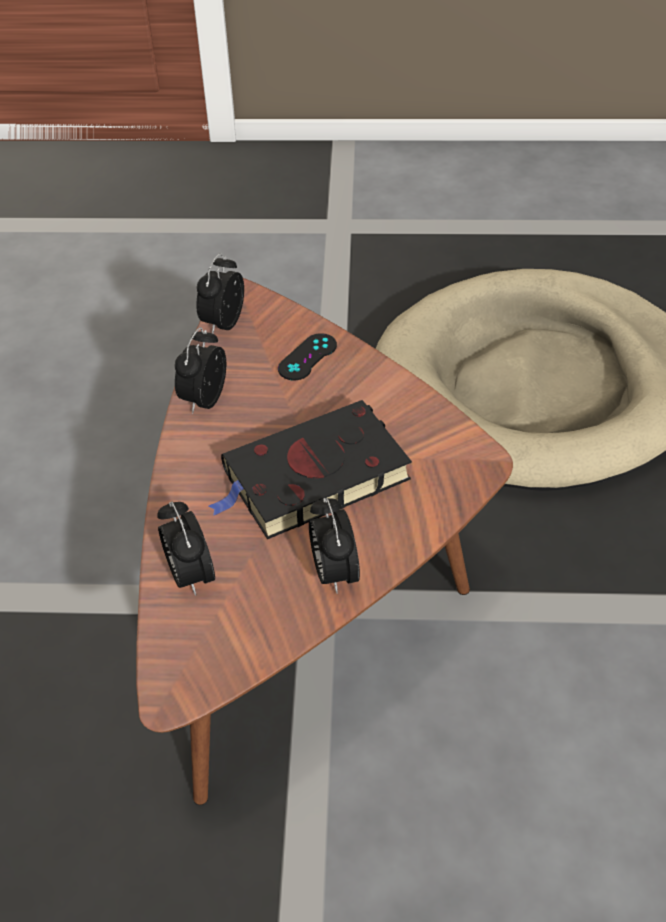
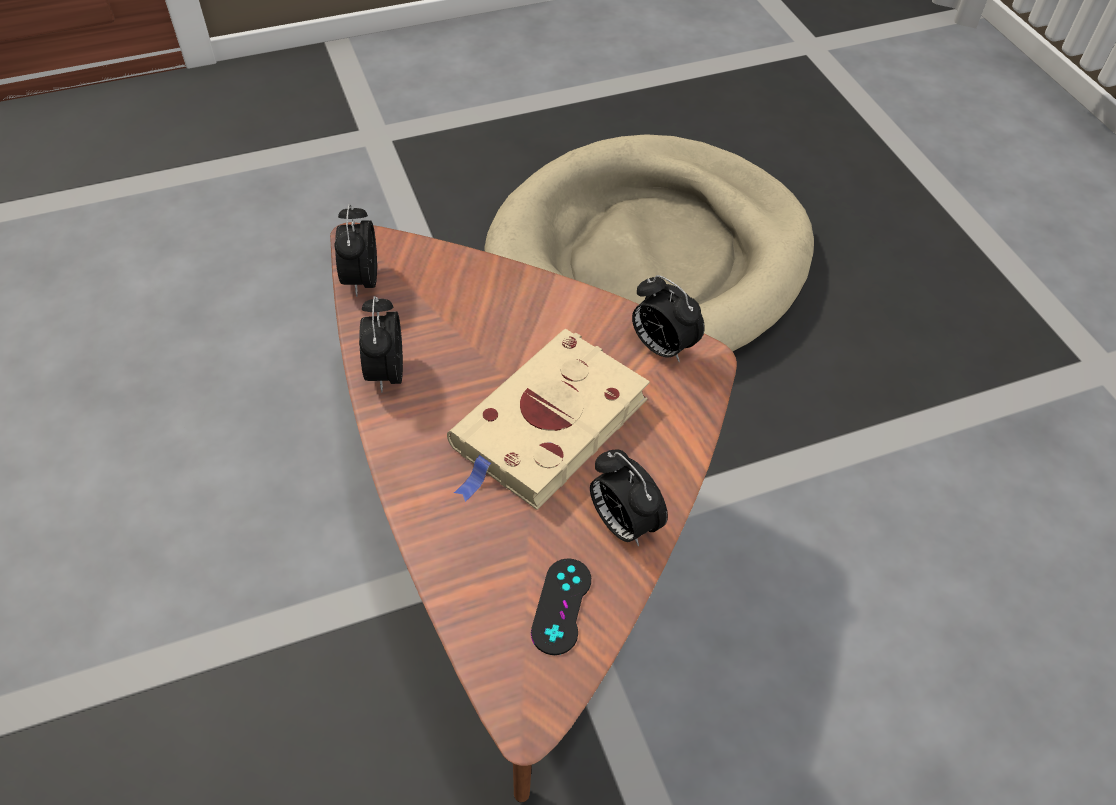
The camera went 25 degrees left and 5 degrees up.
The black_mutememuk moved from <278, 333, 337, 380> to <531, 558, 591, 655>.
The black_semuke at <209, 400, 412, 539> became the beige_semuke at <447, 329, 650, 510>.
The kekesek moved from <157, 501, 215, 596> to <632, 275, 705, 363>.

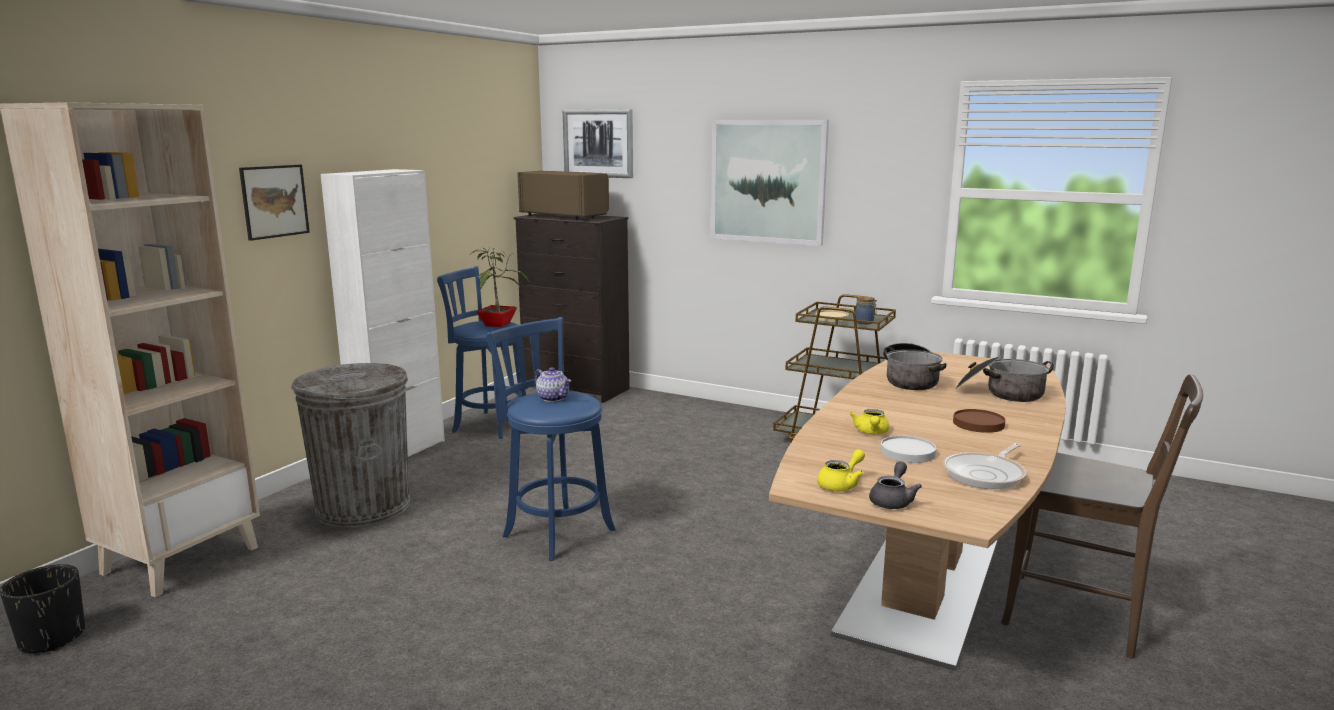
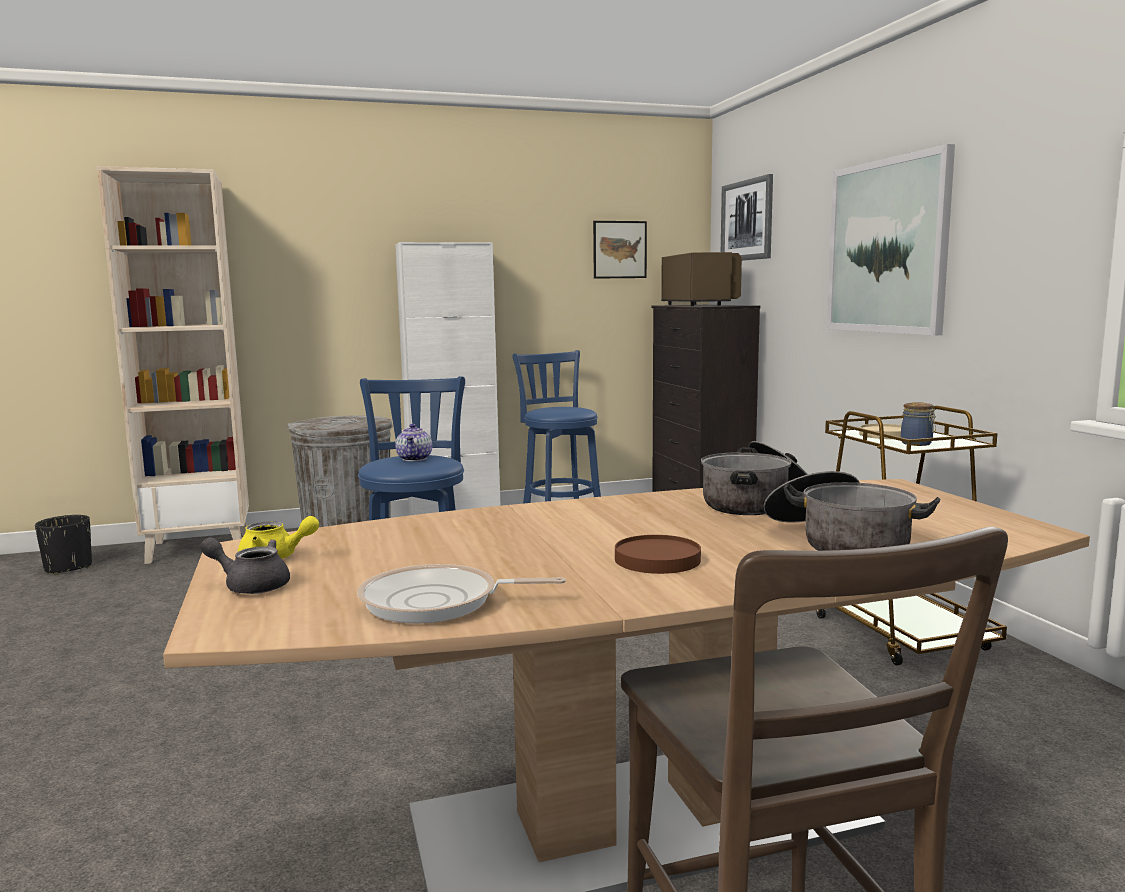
The camera went 45 degrees right and 5 degrees down.
The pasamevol moved from <239, 165, 310, 241> to <593, 221, 647, 279>.
The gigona at <471, 248, 529, 327> disappeared.
The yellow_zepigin at <850, 409, 890, 434> disappeared.
The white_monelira at <880, 436, 936, 463> disappeared.
The grey_zepigin at <869, 461, 922, 509> turned 150 degrees counterclockwise.

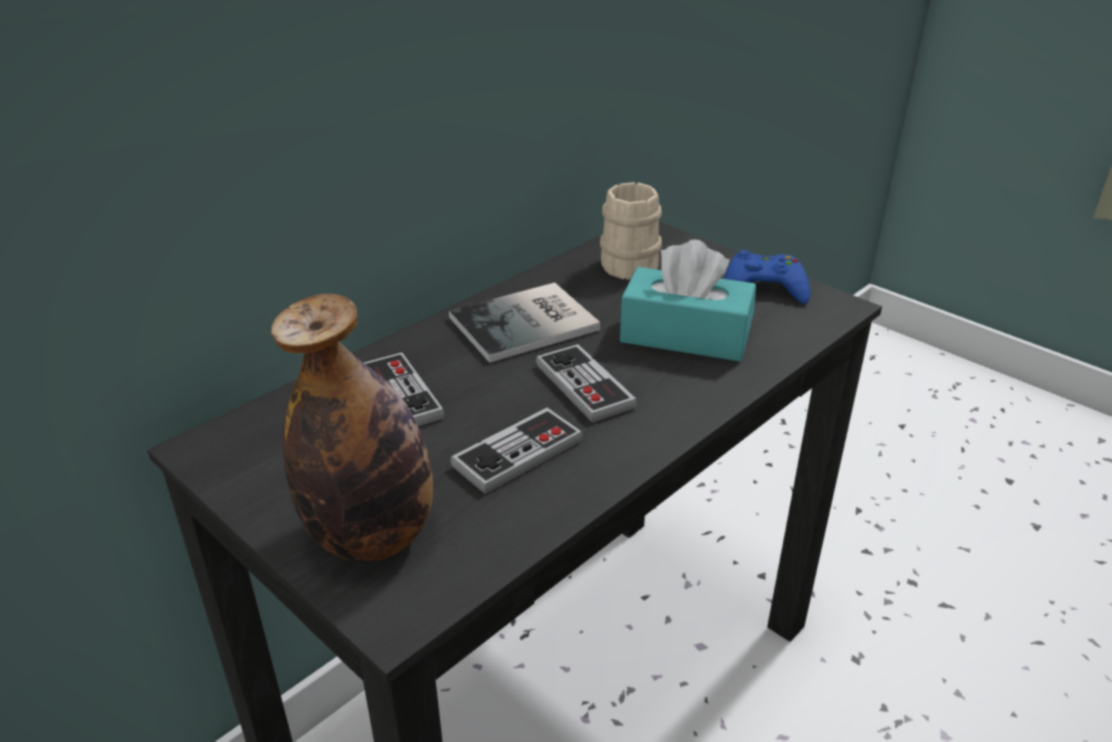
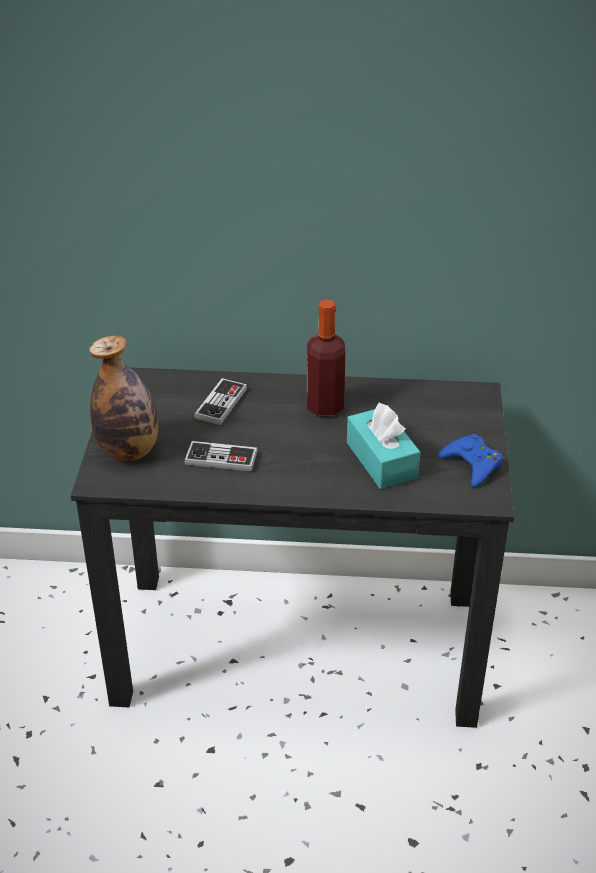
The camera went 50 degrees right and 5 degrees up.
The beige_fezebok at <600, 182, 662, 280> disappeared.
The semuke at <449, 282, 600, 363> was replaced by the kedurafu at <307, 300, 346, 416>.
The mutememuk at <536, 344, 637, 423> disappeared.

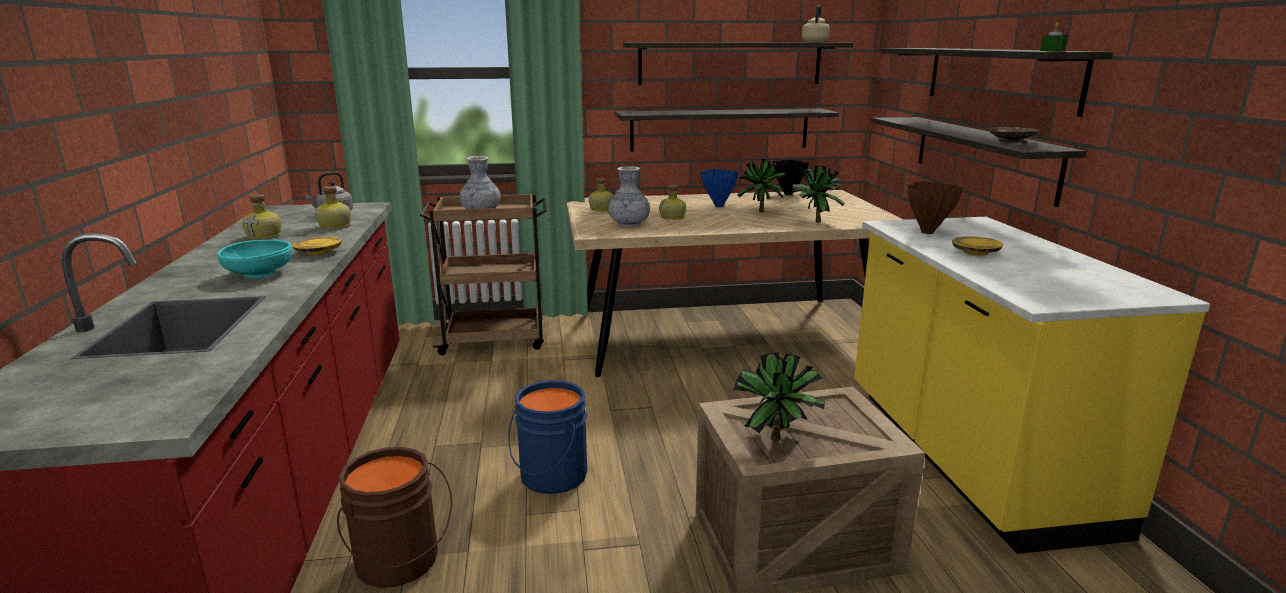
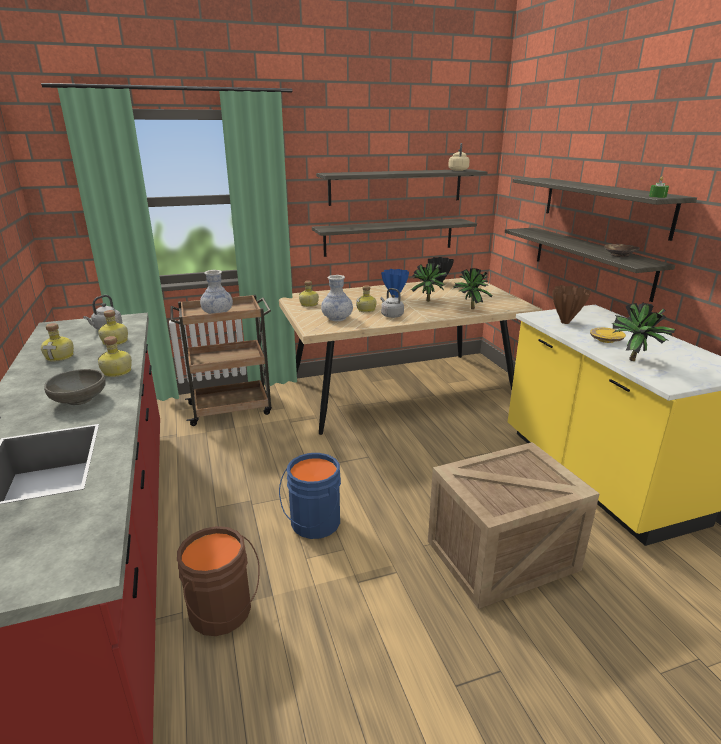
The camera went 10 degrees left and 5 degrees up.
The yellow_monelira at <292, 236, 341, 255> was replaced by the kedurafu at <98, 336, 132, 377>.
The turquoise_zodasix at <217, 240, 292, 278> became the grey_zodasix at <44, 369, 106, 405>.
The gigona moved from <733, 353, 825, 441> to <613, 302, 676, 361>.
The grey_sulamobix at <381, 288, 404, 318> appeared.

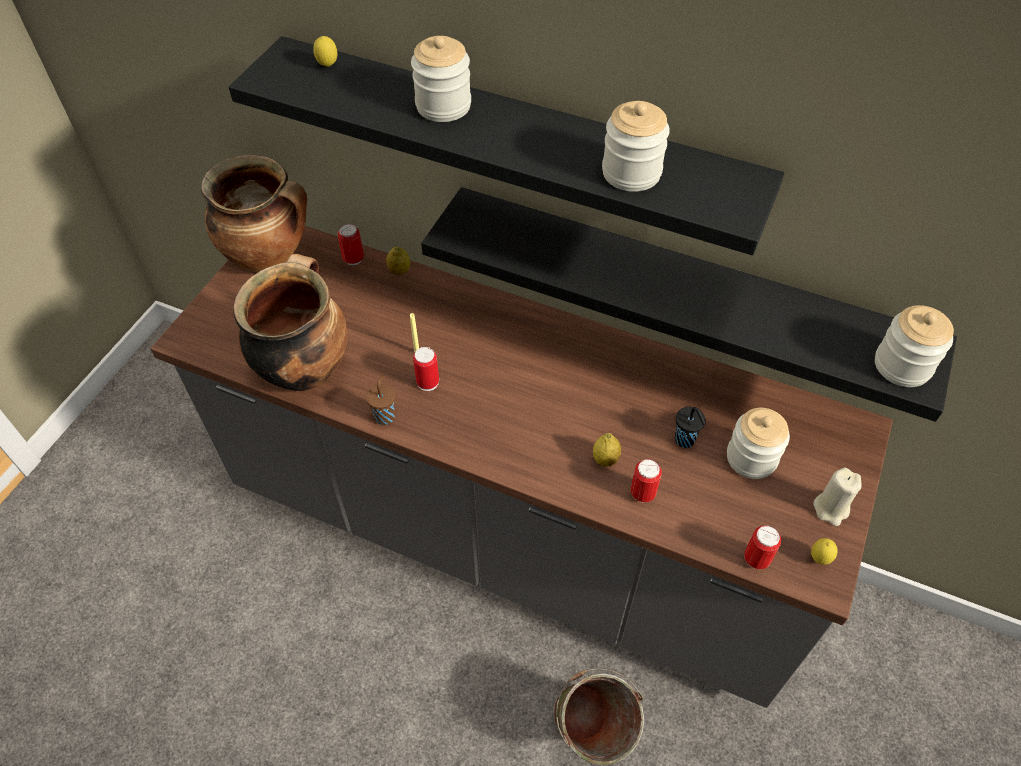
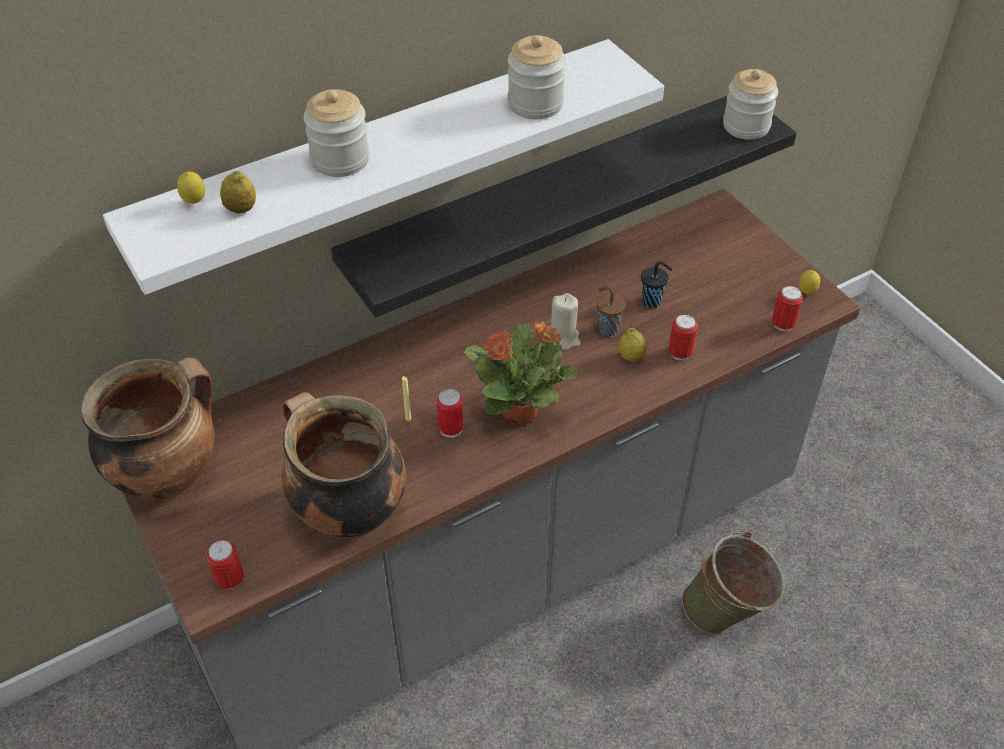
The camera went 55 degrees left and 5 degrees down.
The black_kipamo at <228, 36, 784, 255> became the white_kipamo at <103, 39, 664, 295>.
The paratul moved from <338, 224, 364, 265> to <206, 540, 244, 589>.
The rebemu moved from <386, 247, 411, 275> to <220, 171, 256, 214>.
The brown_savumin moved from <366, 376, 395, 425> to <597, 286, 625, 336>.
The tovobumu at <727, 408, 790, 479> disappeared.
The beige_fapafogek moved from <813, 467, 862, 526> to <551, 293, 580, 350>.
The gigona at <464, 321, 579, 424> appeared.

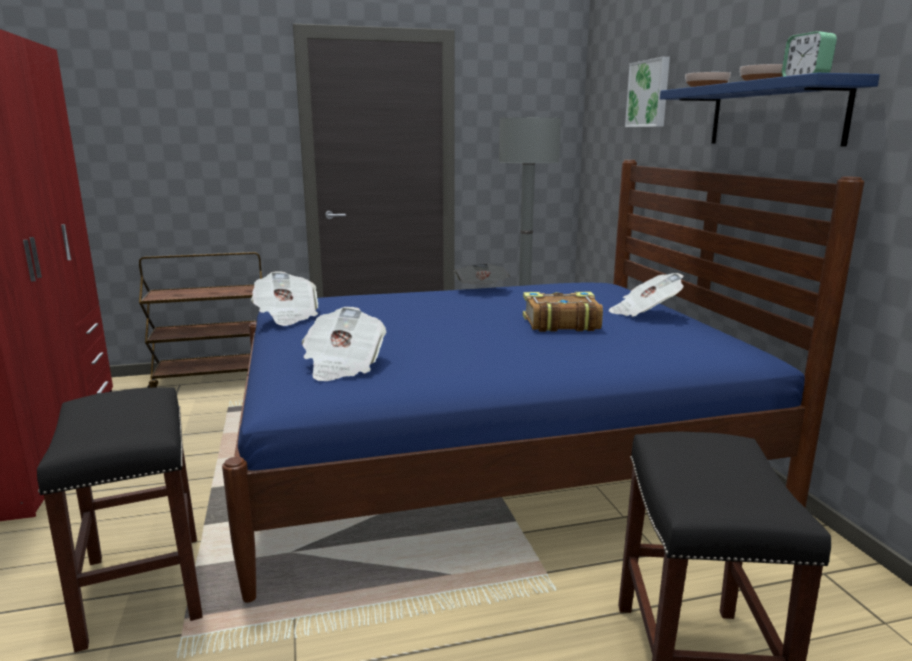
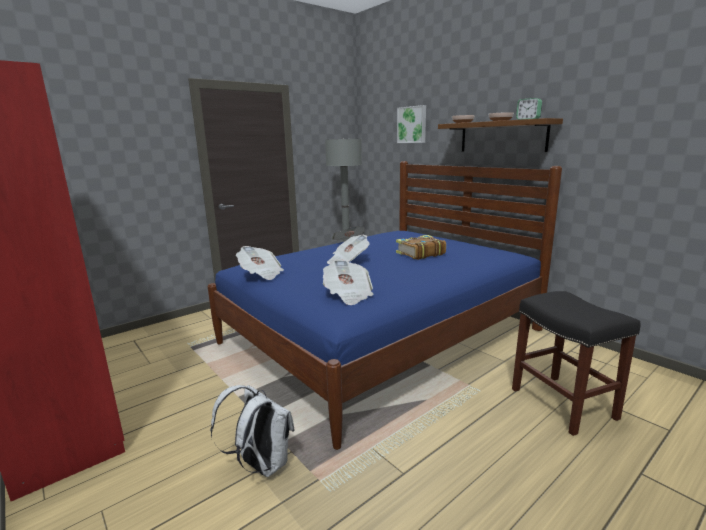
The camera went 25 degrees left and 0 degrees up.
The blue_kipamo at <660, 73, 880, 147> became the brown_kipamo at <438, 118, 563, 152>.
The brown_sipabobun at <139, 252, 263, 388> disappeared.
The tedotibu moved from <609, 273, 684, 317> to <327, 235, 370, 264>.
The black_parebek at <37, 387, 203, 652> was replaced by the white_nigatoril at <210, 385, 295, 477>.

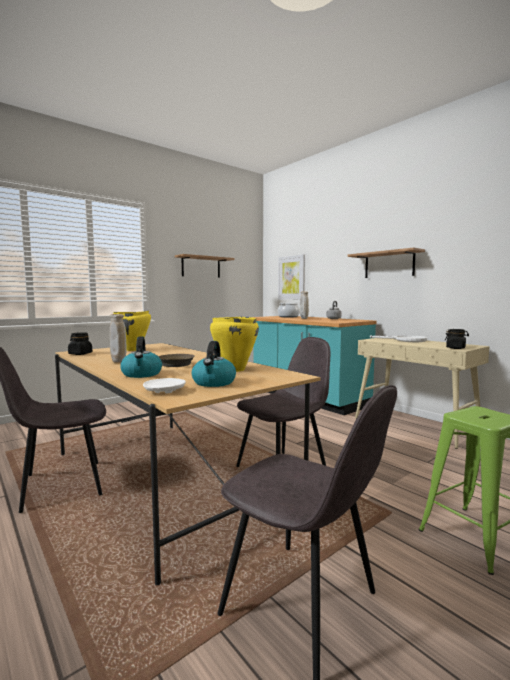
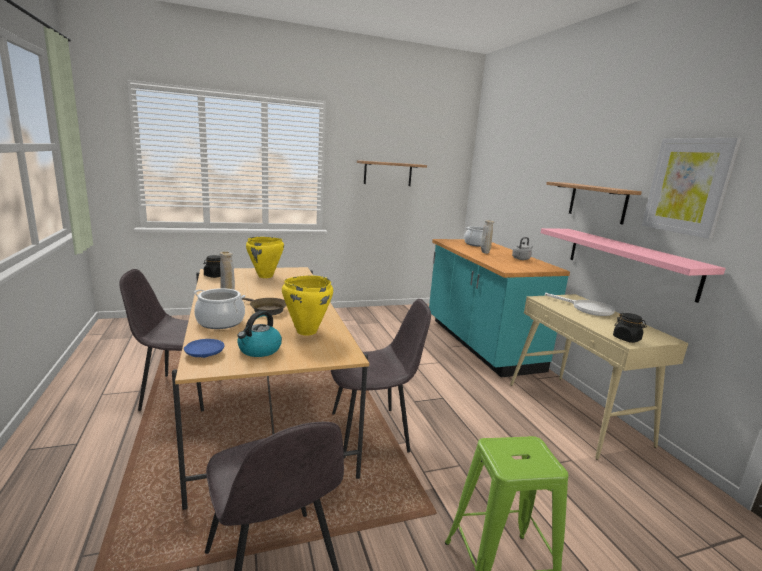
The camera went 20 degrees right and 10 degrees up.
The pasamevol moved from <278, 254, 305, 300> to <642, 138, 741, 239>.
The sulamobix at <120, 336, 162, 378> was replaced by the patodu at <194, 288, 245, 329>.
The white_monelira at <143, 378, 186, 394> became the blue_monelira at <184, 339, 225, 358>.
The pink_kipamo at <541, 228, 726, 303> appeared.

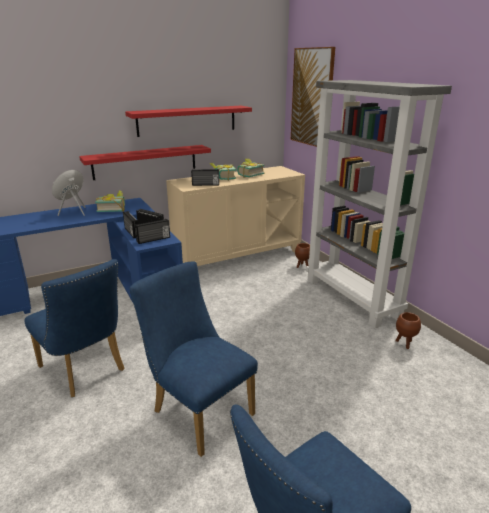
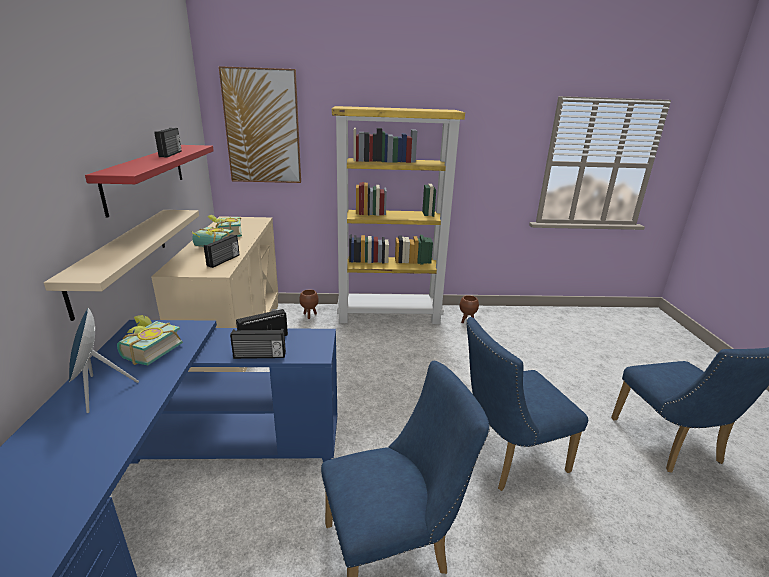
The camera went 65 degrees left and 0 degrees up.
The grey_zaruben at <306, 80, 452, 328> became the yellow_zaruben at <332, 106, 465, 324>.
The red_kipamo at <79, 145, 211, 180> became the beige_kipamo at <44, 210, 199, 321>.
The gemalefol moved from <135, 219, 170, 244> to <154, 128, 182, 157>.

